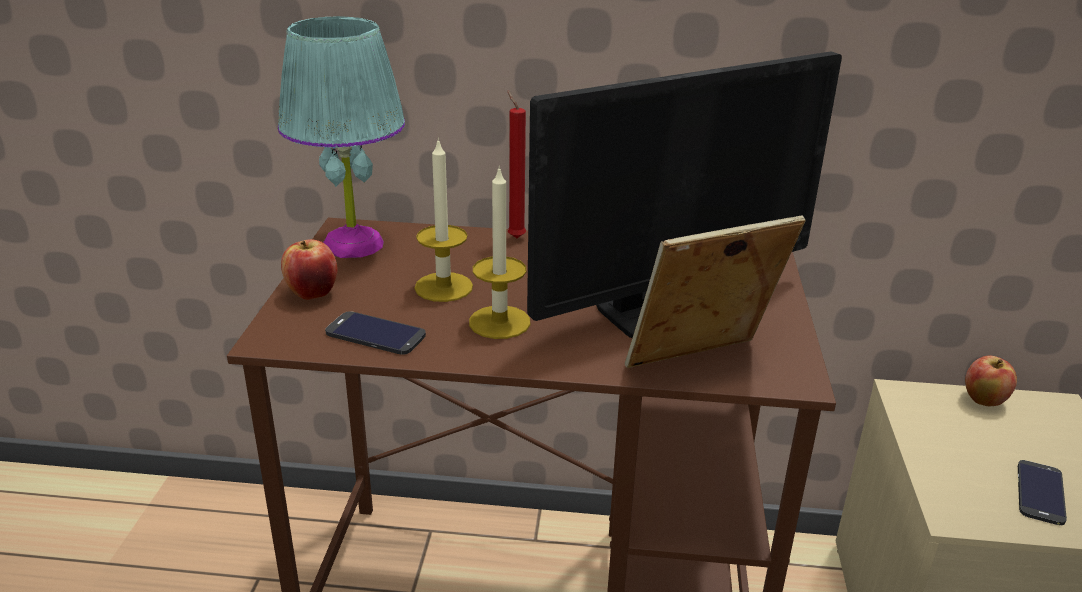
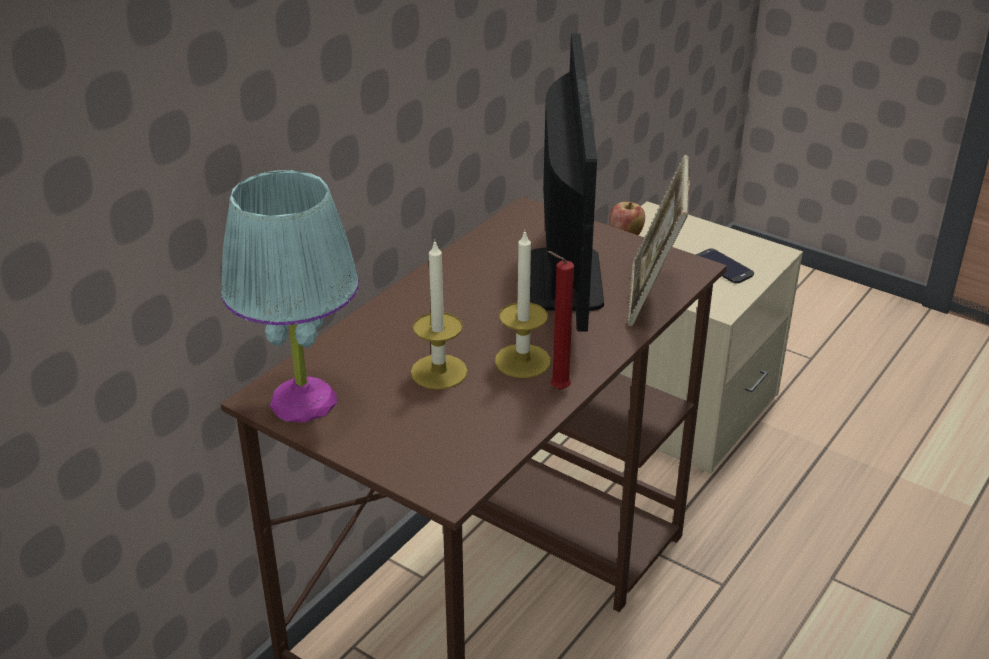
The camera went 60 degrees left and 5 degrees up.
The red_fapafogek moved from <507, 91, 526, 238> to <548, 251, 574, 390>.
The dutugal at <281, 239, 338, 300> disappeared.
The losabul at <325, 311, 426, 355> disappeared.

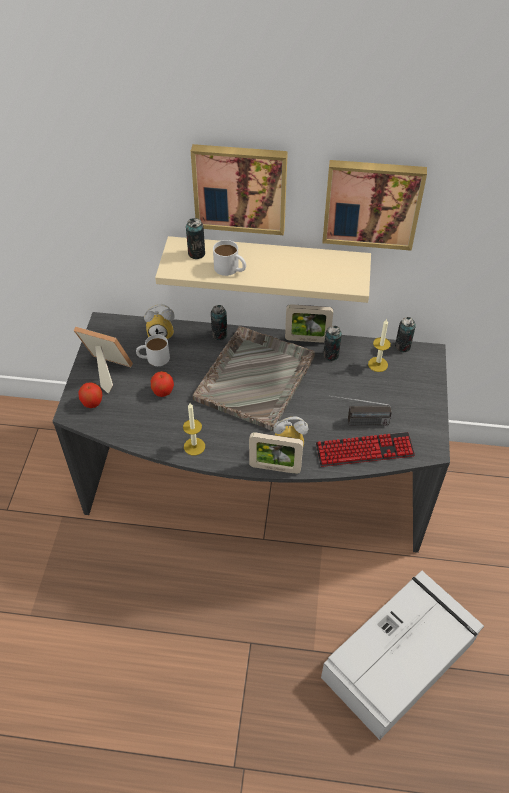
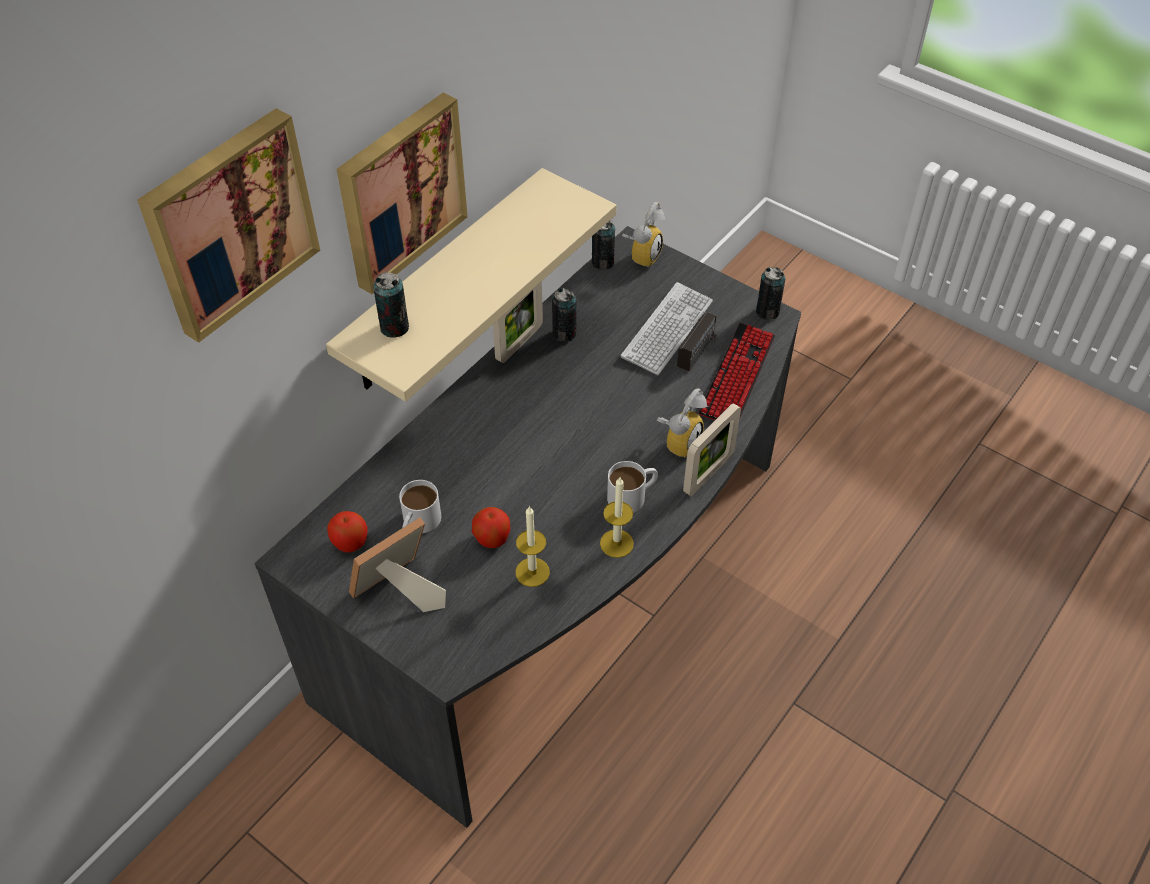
The camera went 60 degrees left and 0 degrees up.
The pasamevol moved from <322, 160, 427, 251> to <137, 108, 320, 343>.
The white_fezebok moved from <213, 240, 246, 276> to <607, 461, 658, 513>.
The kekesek moved from <144, 304, 175, 340> to <622, 202, 665, 268>.
The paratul moved from <211, 305, 227, 340> to <756, 267, 785, 320>.
The fapafogek moved from <368, 319, 391, 372> to <515, 506, 550, 587>.
The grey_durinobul at <193, 326, 315, 431> disappeared.
The dutugal moved from <78, 382, 102, 408> to <327, 511, 368, 552>.
The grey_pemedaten at <321, 570, 484, 740> disappeared.
The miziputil at <621, 282, 713, 375> appeared.

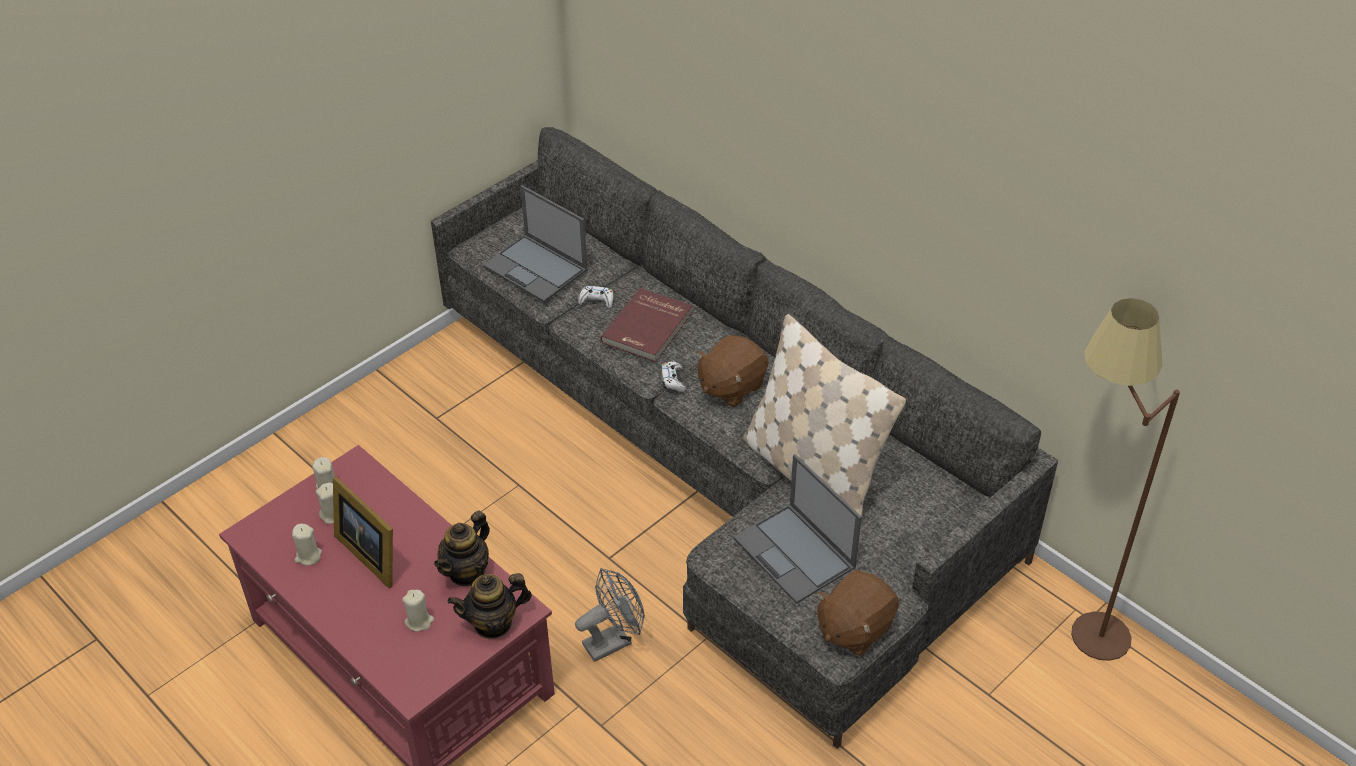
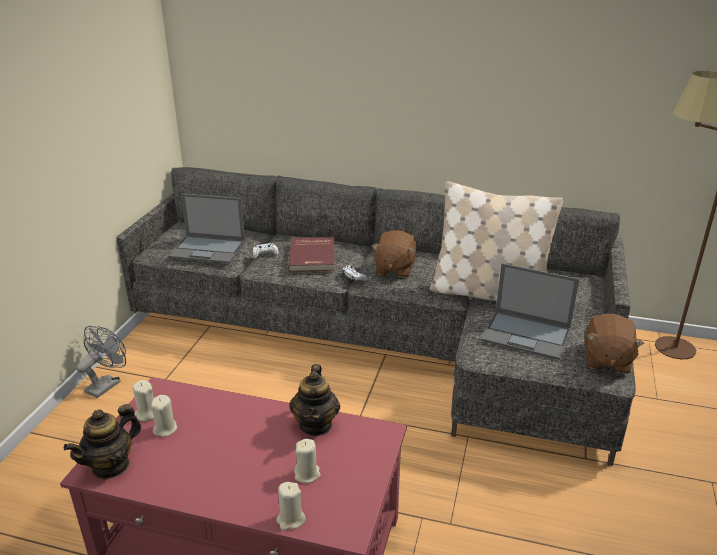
The camera went 30 degrees left and 15 degrees down.
The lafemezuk at <333, 477, 393, 588> disappeared.
The beige_fapafogek moved from <292, 524, 322, 566> to <276, 482, 306, 531>.
The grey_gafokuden moved from <575, 568, 645, 662> to <76, 326, 126, 398>.
The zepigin moved from <447, 573, 532, 638> to <63, 404, 141, 480>.

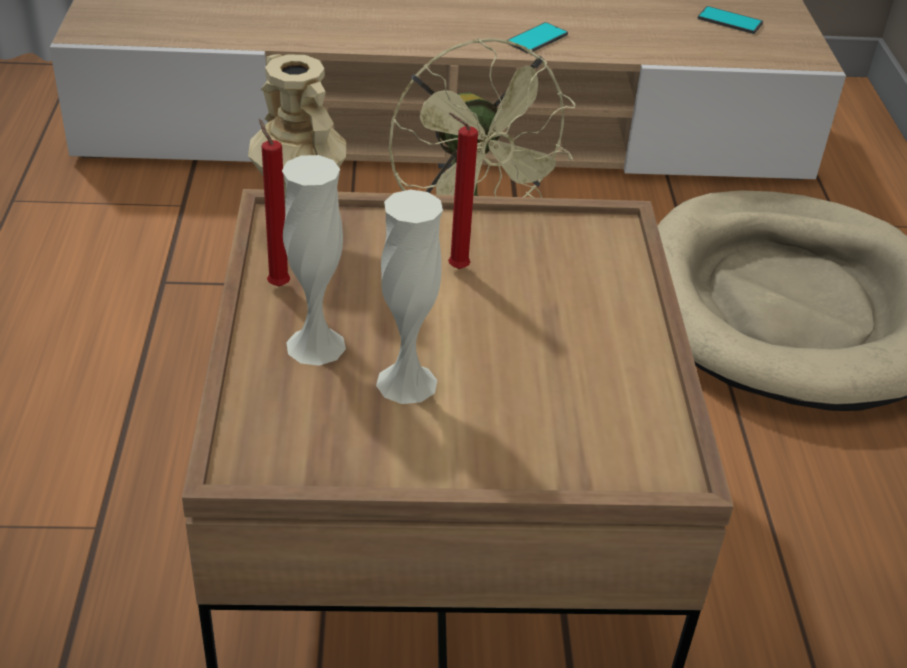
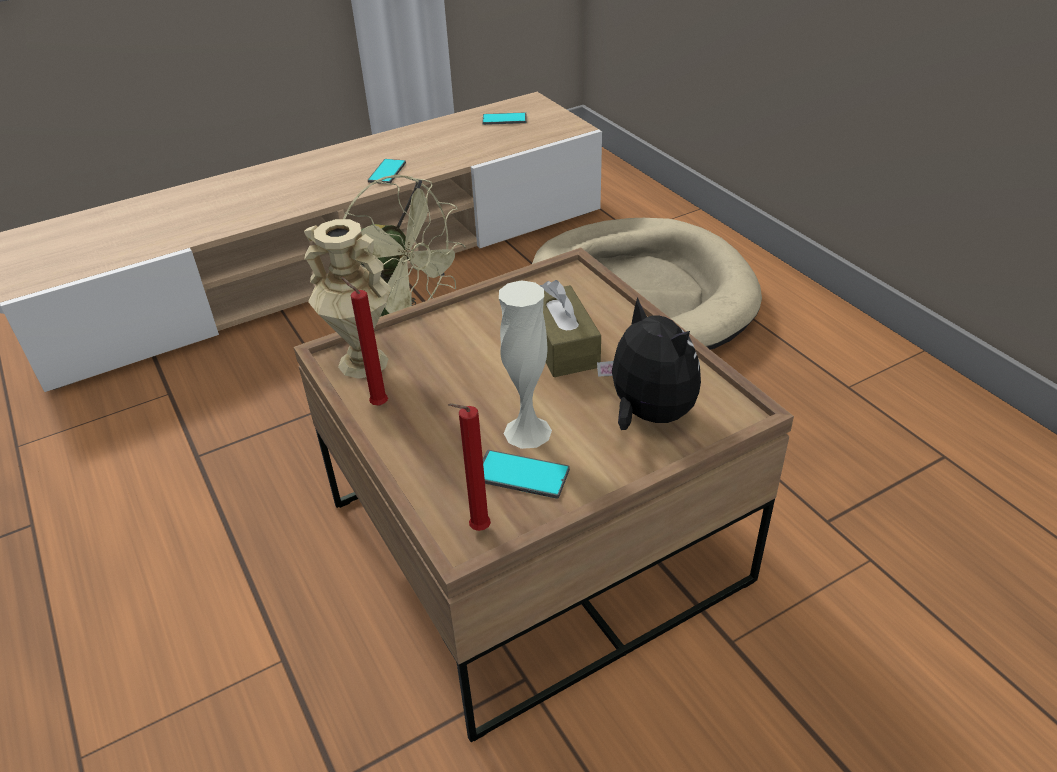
The camera went 25 degrees left and 0 degrees up.
The red_fapafogek moved from <448, 113, 478, 269> to <448, 403, 491, 531>.
The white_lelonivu at <282, 155, 346, 366> disappeared.
The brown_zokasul at <540, 280, 601, 377> appeared.
The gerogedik at <597, 297, 701, 430> appeared.
The losabul at <483, 450, 570, 499> appeared.

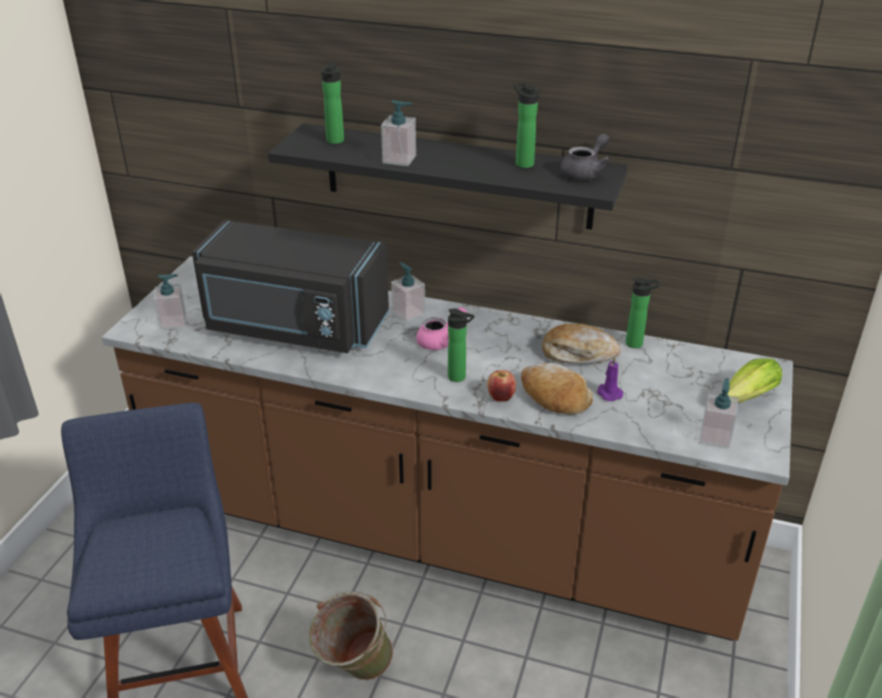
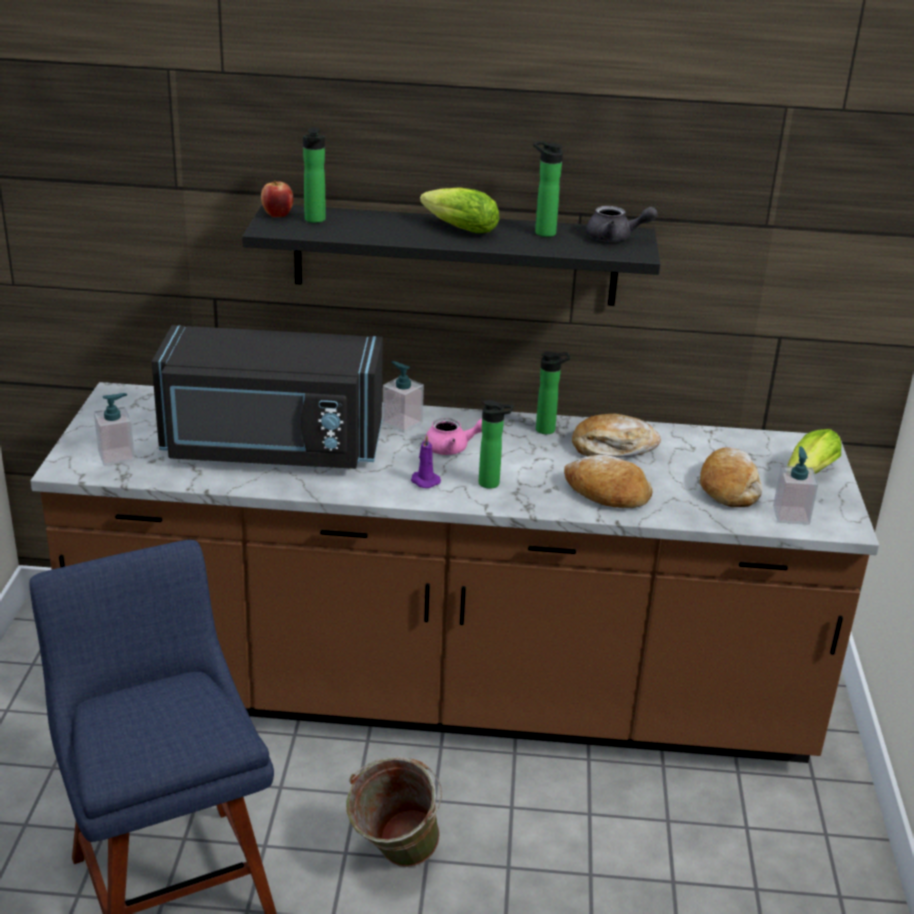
The camera went 15 degrees left and 5 degrees down.
The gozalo at <381, 100, 416, 166> disappeared.
The grey_zepigin at <560, 133, 611, 180> turned 75 degrees clockwise.
The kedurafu moved from <626, 278, 659, 348> to <536, 352, 570, 434>.
The pink_zepigin at <416, 307, 467, 350> turned 45 degrees clockwise.
The purple_fapafogek moved from <597, 356, 623, 401> to <411, 435, 441, 488>.
The dutugal moved from <487, 370, 516, 402> to <261, 181, 293, 218>.
The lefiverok at <420, 187, 500, 233> appeared.
The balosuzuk at <700, 447, 762, 507> appeared.

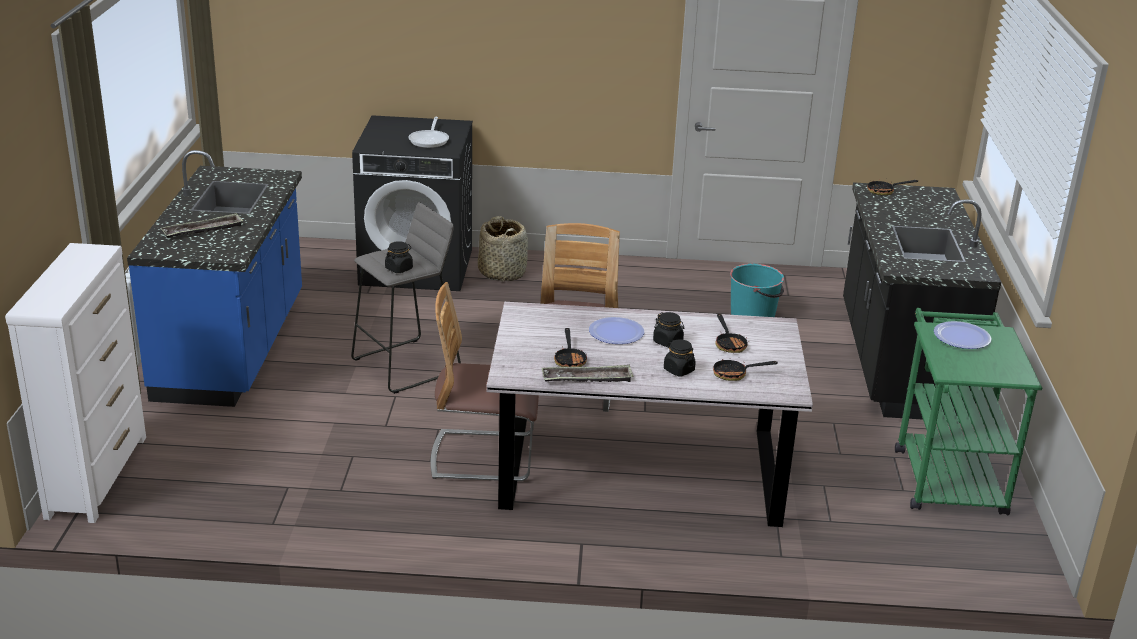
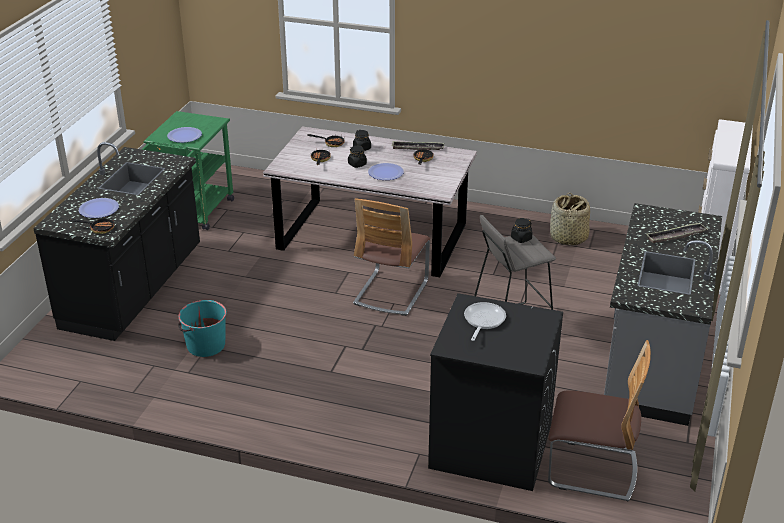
The camera went 165 degrees left and 5 degrees up.
The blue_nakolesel at <127, 150, 302, 407> became the grey_nakolesel at <604, 203, 722, 426>.
The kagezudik moved from <478, 216, 528, 282> to <550, 192, 590, 245>.
The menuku moved from <430, 282, 539, 481> to <548, 340, 651, 502>.
The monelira at <79, 198, 119, 218> appeared.

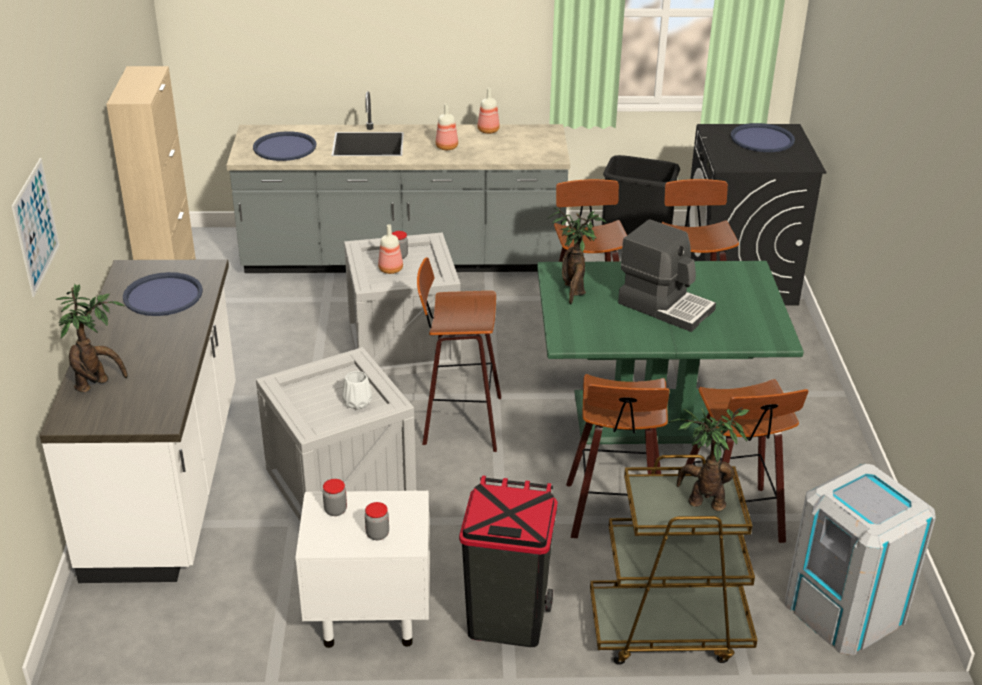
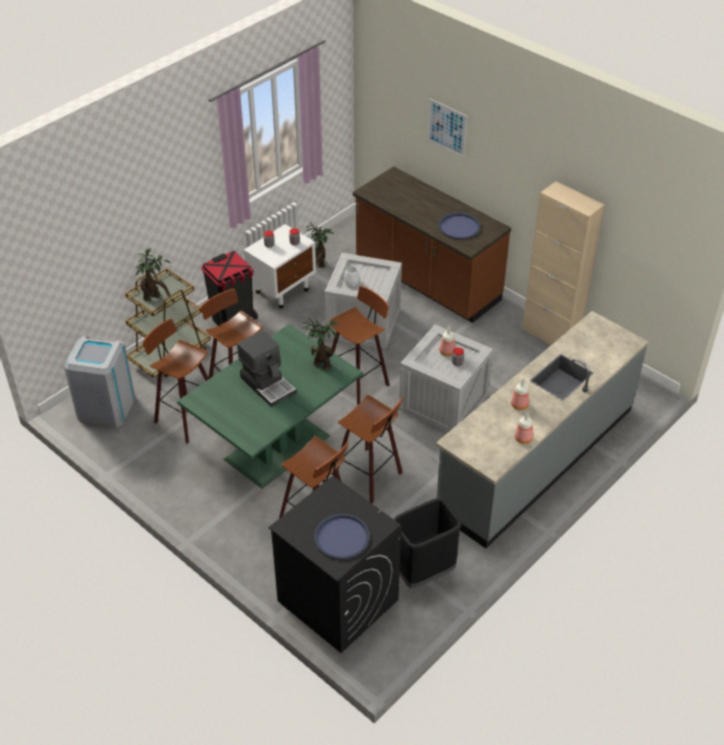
The camera went 135 degrees right and 10 degrees up.
The blue_durinobul at <253, 131, 316, 161> disappeared.
The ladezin at <618, 219, 716, 332> turned 120 degrees counterclockwise.
The white_nakolesel at <40, 259, 236, 583> became the brown_nakolesel at <353, 166, 511, 323>.
The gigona moved from <56, 284, 128, 392> to <306, 222, 334, 268>.

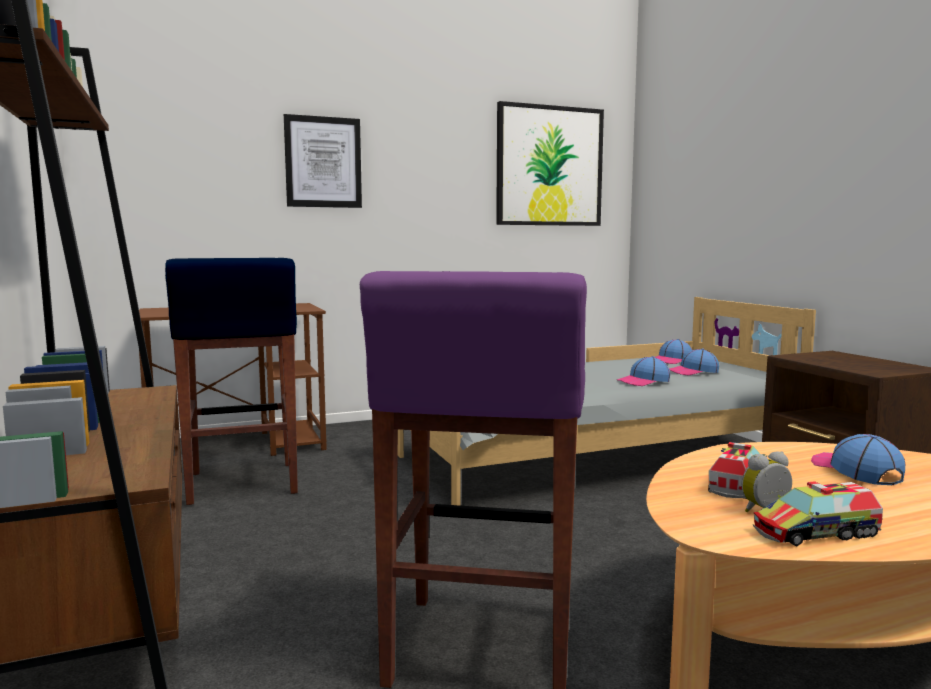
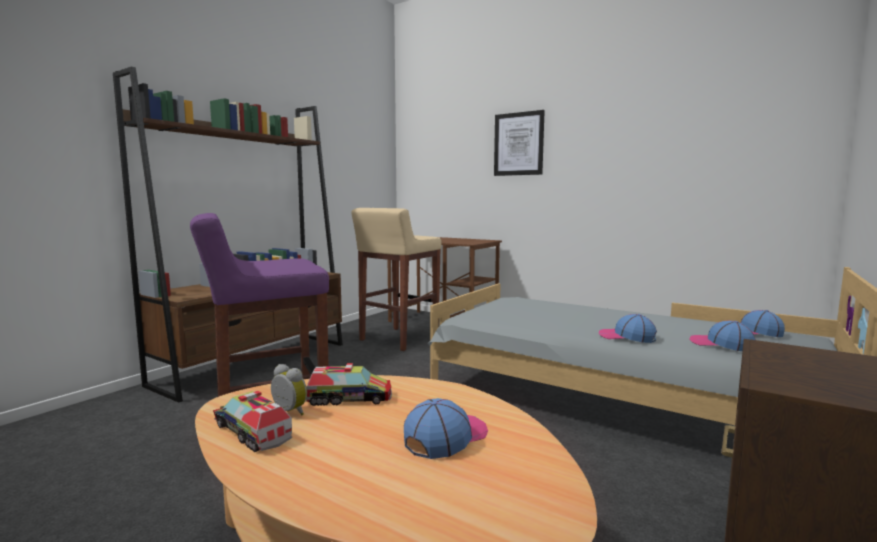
The camera went 55 degrees right and 0 degrees up.
The pasamevol at <496, 101, 604, 226> disappeared.
The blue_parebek at <165, 258, 298, 505> became the beige_parebek at <351, 208, 442, 351>.

